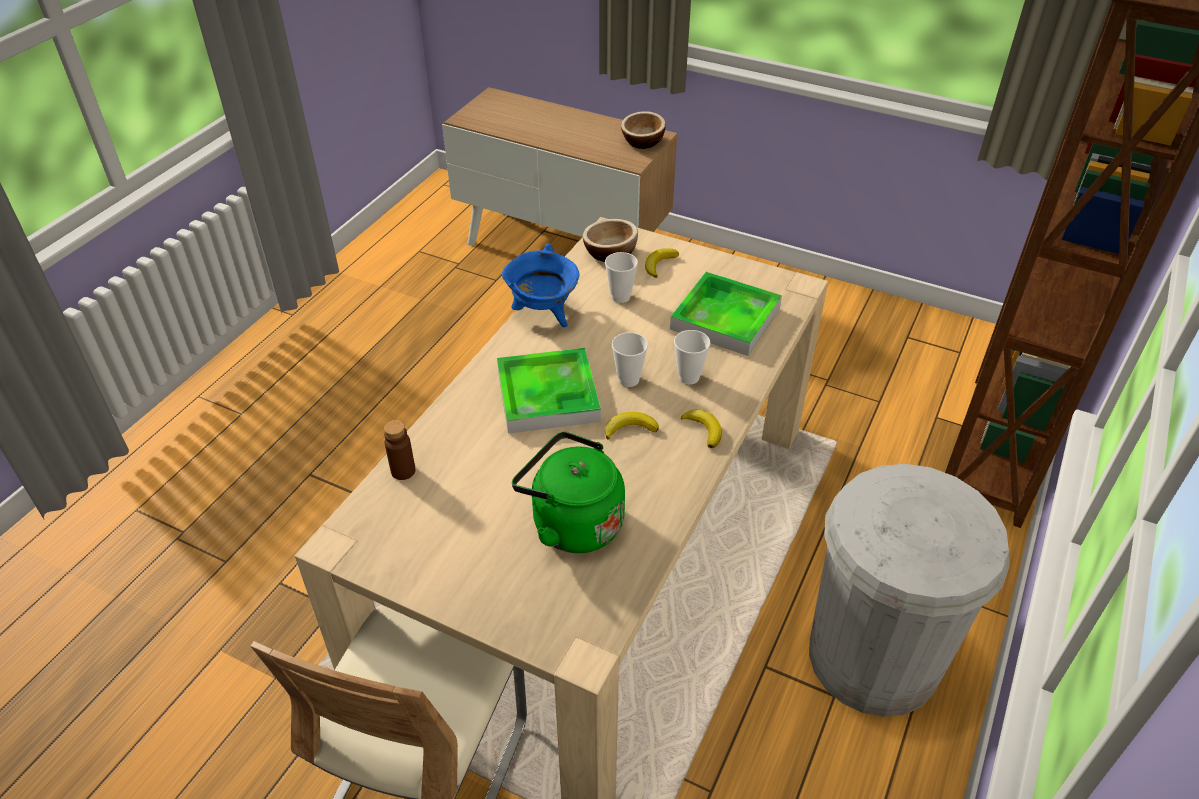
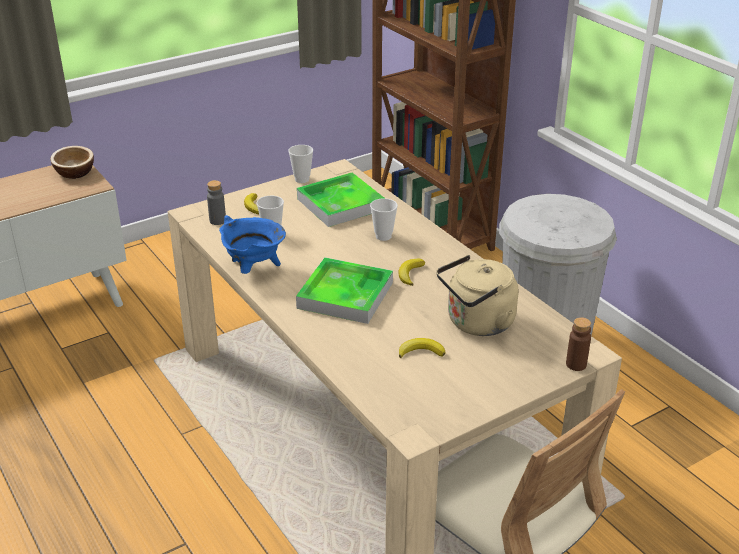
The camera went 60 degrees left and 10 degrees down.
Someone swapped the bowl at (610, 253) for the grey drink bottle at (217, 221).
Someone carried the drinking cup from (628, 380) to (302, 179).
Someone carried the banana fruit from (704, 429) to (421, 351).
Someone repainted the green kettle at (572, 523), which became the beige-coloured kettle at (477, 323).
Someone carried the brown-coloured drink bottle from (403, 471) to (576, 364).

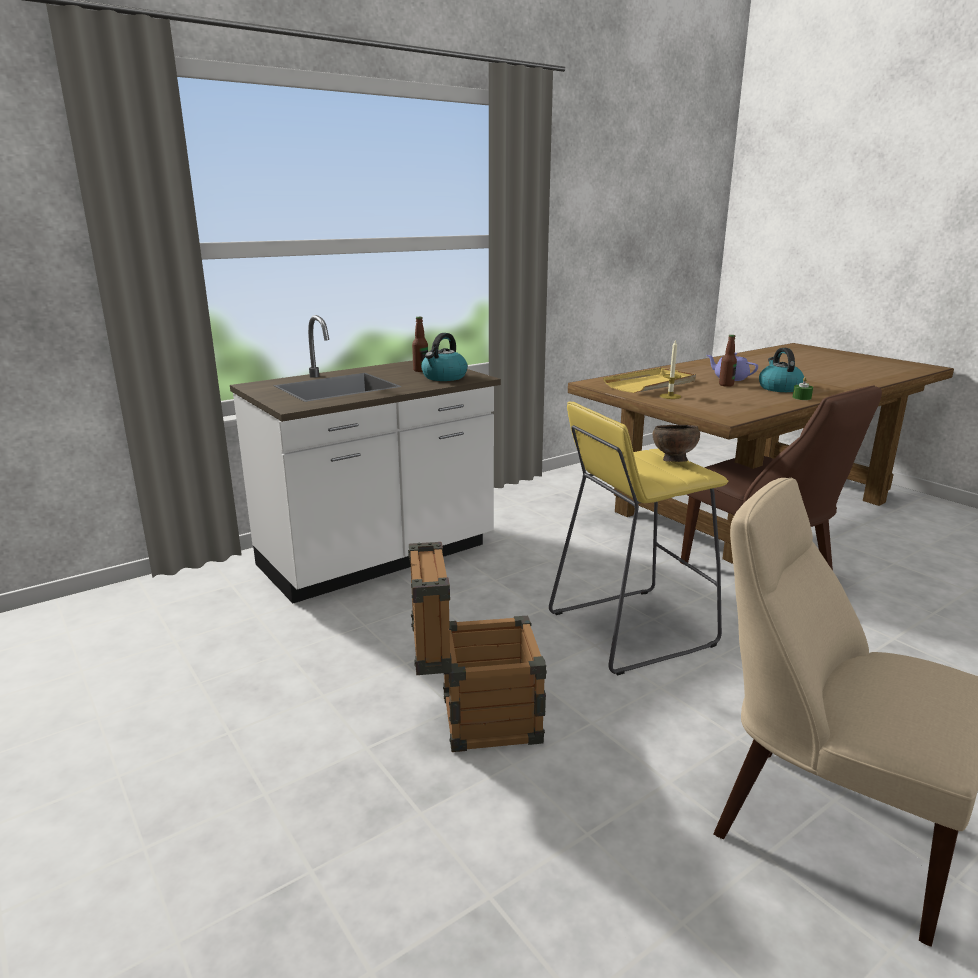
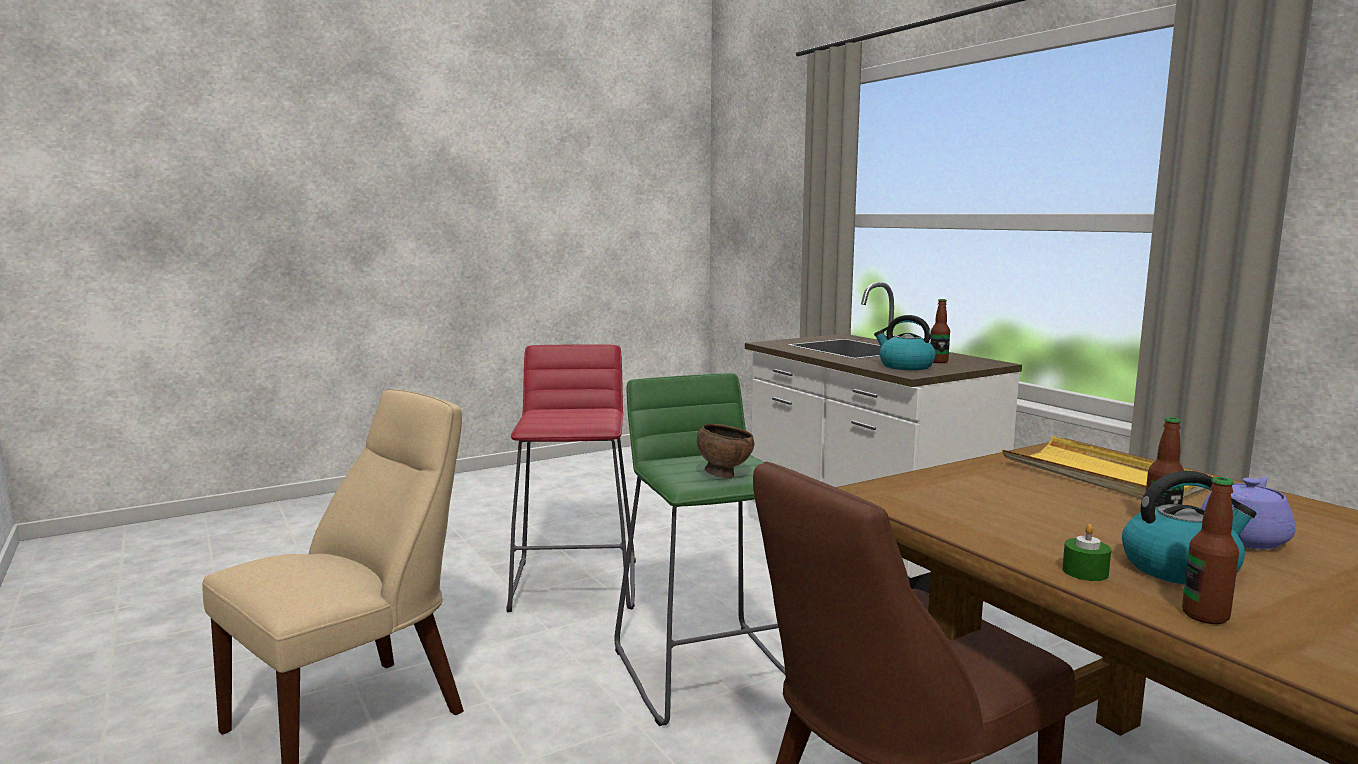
The camera went 95 degrees right and 10 degrees down.
Someone swapped the shipping crate at (475, 719) for the reddish stool at (575, 583).
Someone repainted the yellow-coloured stool at (630, 629), which became the green stool at (707, 671).
Someone put down the drink bottle at (1205, 615).
Someone took away the wax light at (670, 396).

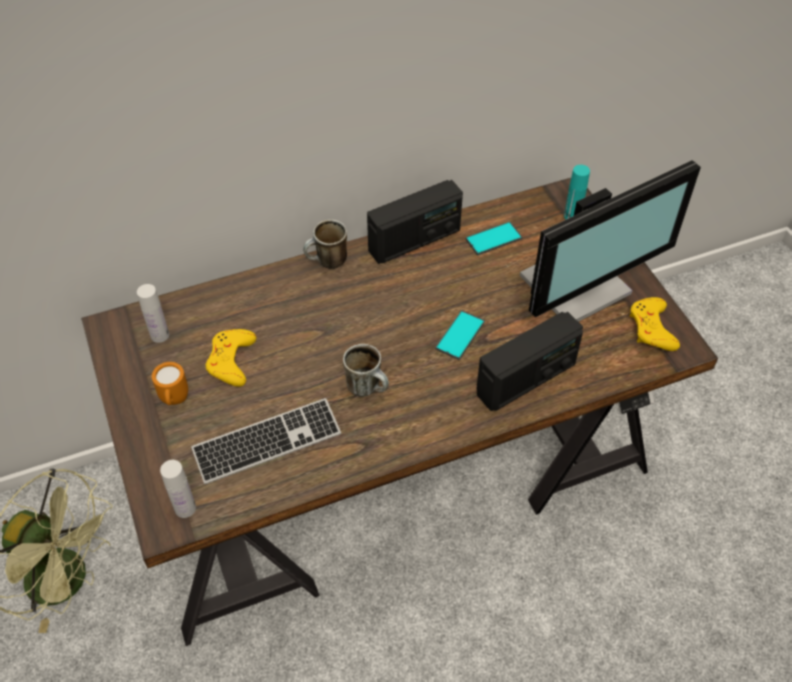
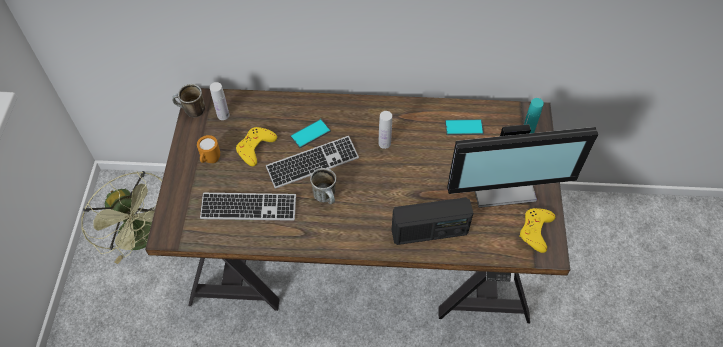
The camera went 25 degrees right and 5 degrees up.
Someone carried the coffee mug from (327, 263) to (191, 112).
Someone put down the computer keyboard at (312, 163).
Someone carried the telephone from (460, 335) to (310, 133).
Someone carried the white drink bottle from (185, 508) to (384, 143).
Someone took away the radio at (414, 240).

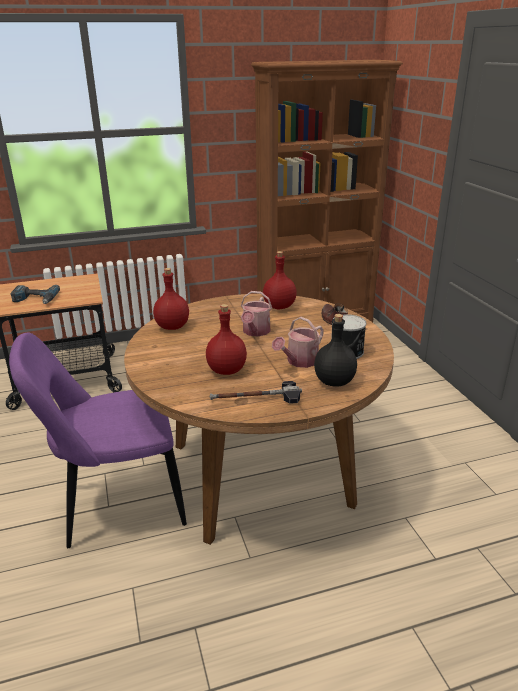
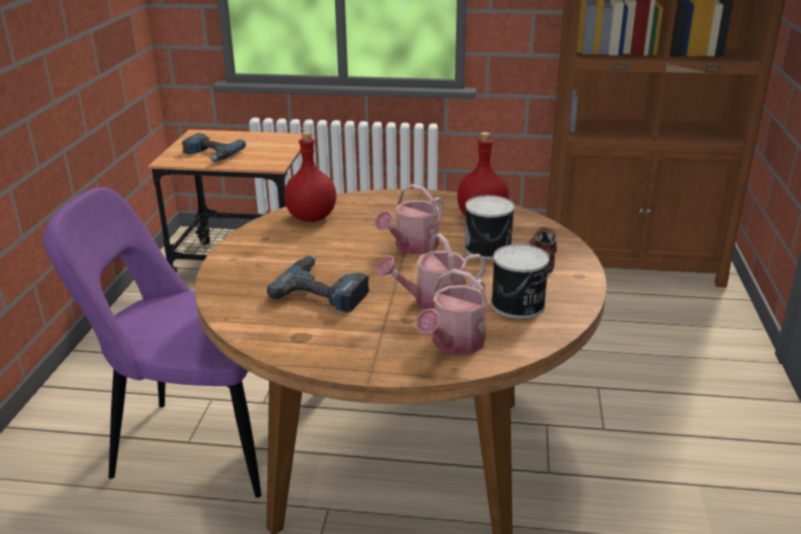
The camera went 25 degrees right and 0 degrees up.
Someone swapped the reddish drink bottle at (227, 370) for the drill at (324, 291).
Someone swapped the black drink bottle at (334, 382) for the sprinkling can at (454, 344).
Someone put down the metal can at (489, 248).
Someone took away the tool hammer at (256, 398).

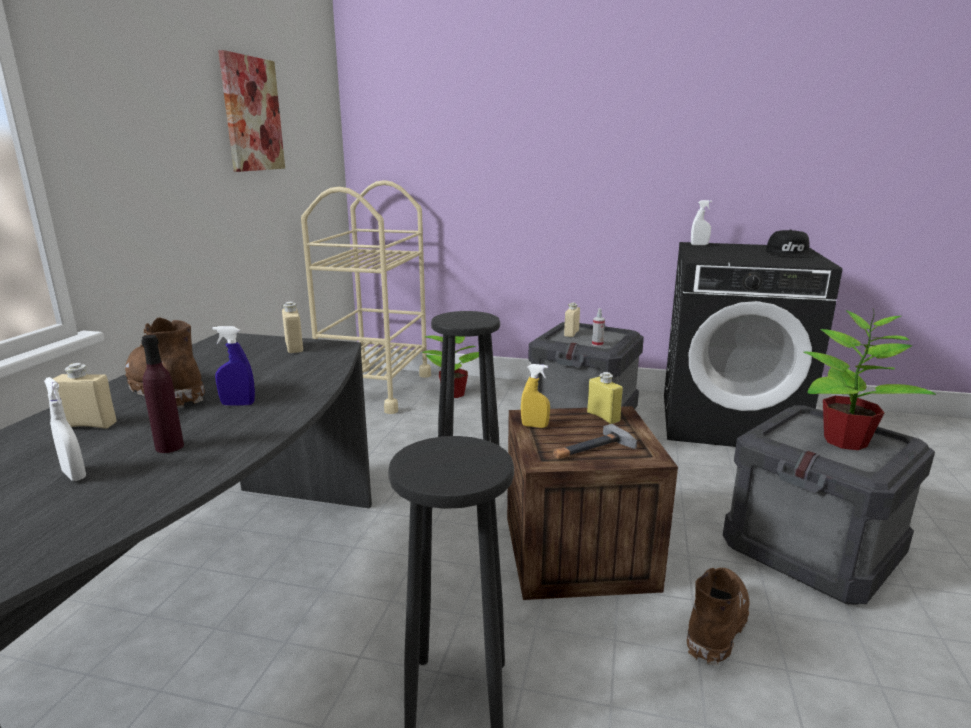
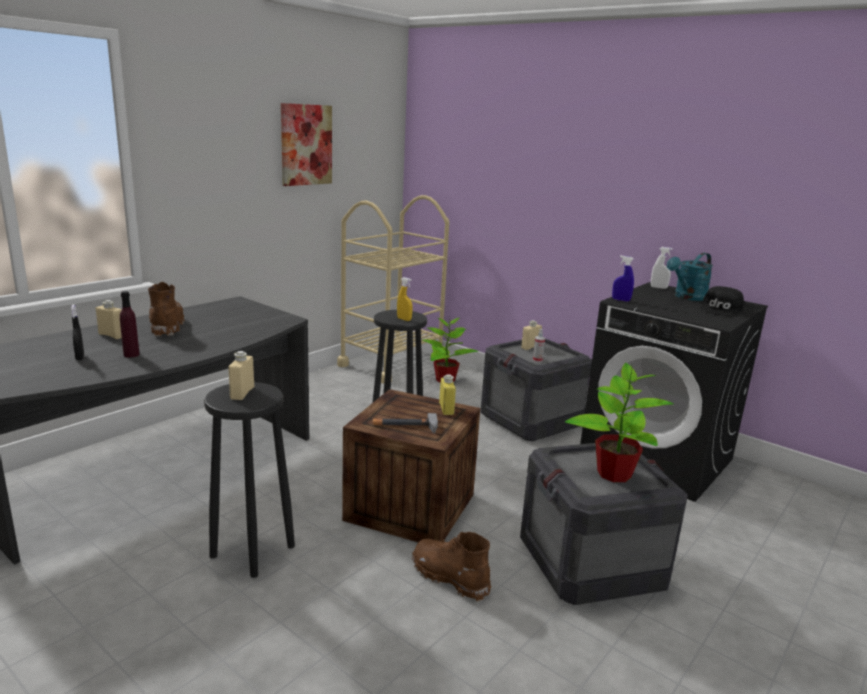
The camera went 25 degrees right and 0 degrees up.
Someone repainted the white hand sprayer at (74, 475), which became the black hand sprayer at (80, 357).
Someone carried the beige-coloured drink bottle from (294, 347) to (242, 393).
Someone carried the yellow-coloured hand sprayer from (534, 426) to (404, 319).
Someone rotated the brown-coloured boot at (715, 625) by 105 degrees counterclockwise.
Someone carried the blue hand sprayer from (238, 404) to (621, 300).
Someone put down the blue-green sprinkling can at (687, 297).

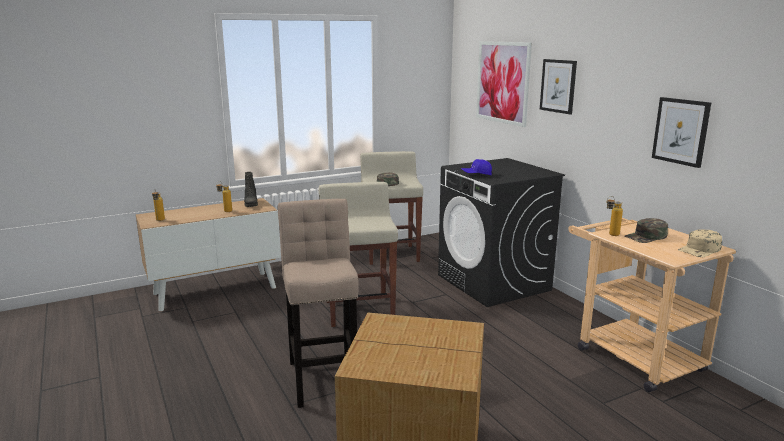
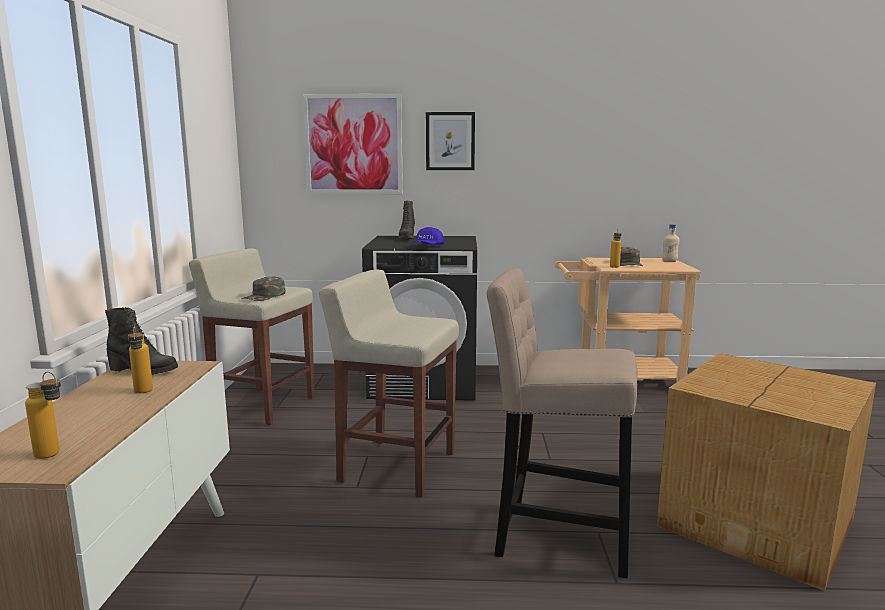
The camera went 60 degrees left and 5 degrees down.
Someone put down the black boot at (407, 238).
Someone swapped the beige-coloured peaked cap at (700, 250) for the beige-coloured drink bottle at (669, 261).
Someone took away the wall art at (680, 131).

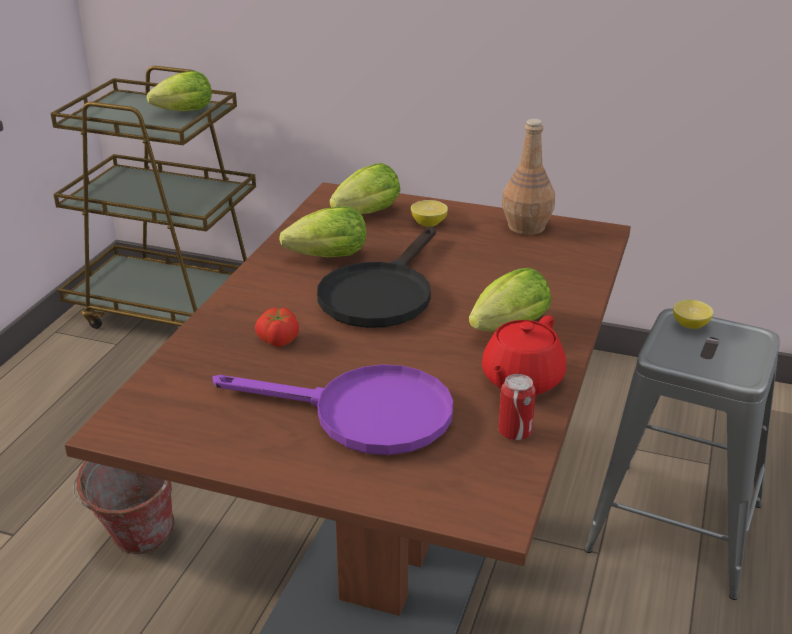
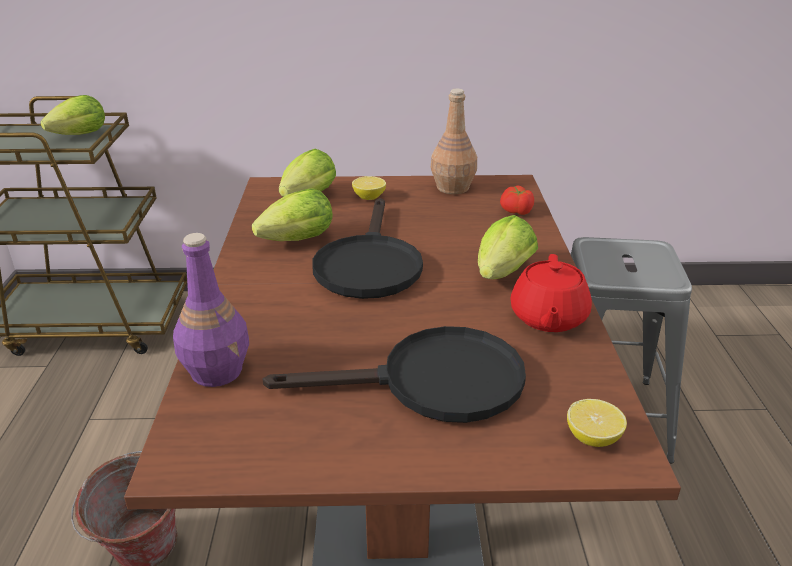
The camera went 20 degrees left and 0 degrees up.
Someone put down the purplish drink bottle at (217, 371).
Someone repainted the purplish pan at (363, 415), which became the black pan at (432, 383).
Someone carried the whole tomato from (277, 340) to (516, 211).
Someone carried the lemon from (690, 325) to (592, 438).
Someone took away the metal can at (515, 432).

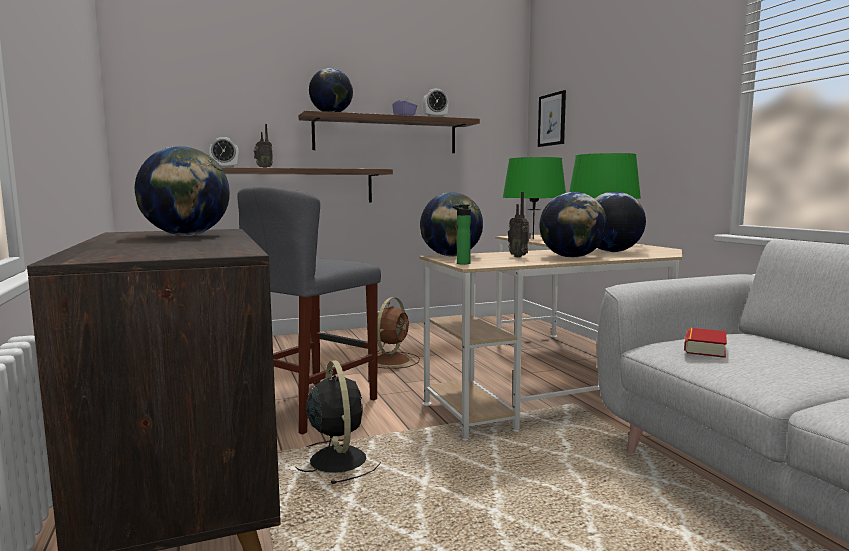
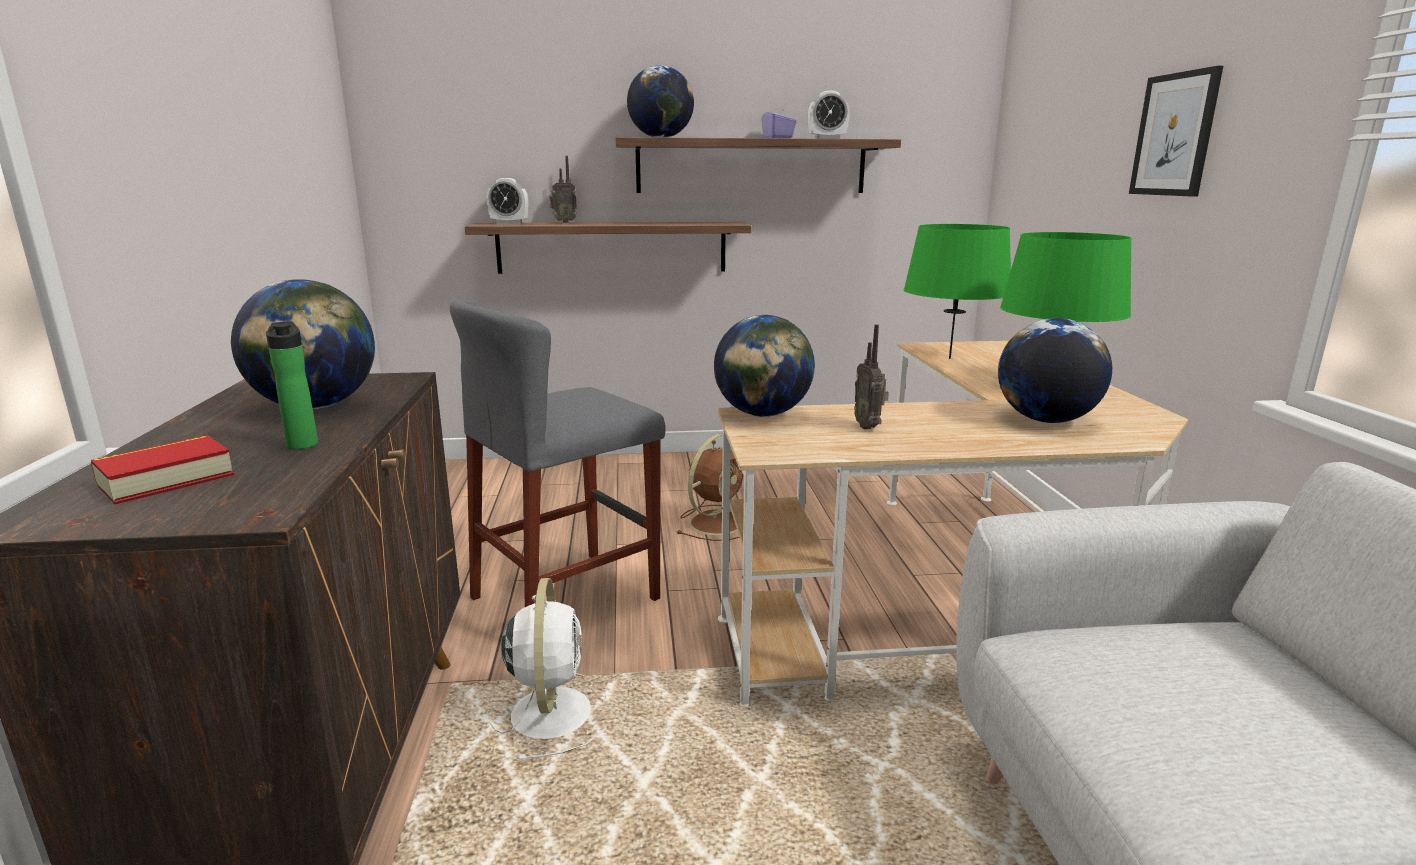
The camera went 15 degrees right and 10 degrees up.
Someone carried the bound book from (704, 348) to (166, 479).
Someone carried the drink bottle from (461, 263) to (302, 443).
Someone repainted the black fan at (337, 459), which became the white fan at (551, 711).
Someone carried the wall art from (552, 119) to (1174, 135).
Someone took away the world globe at (571, 257).

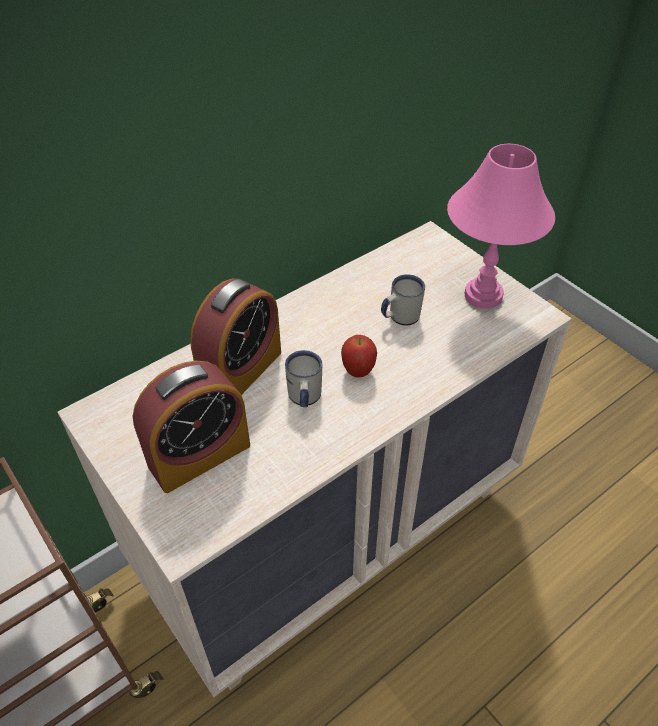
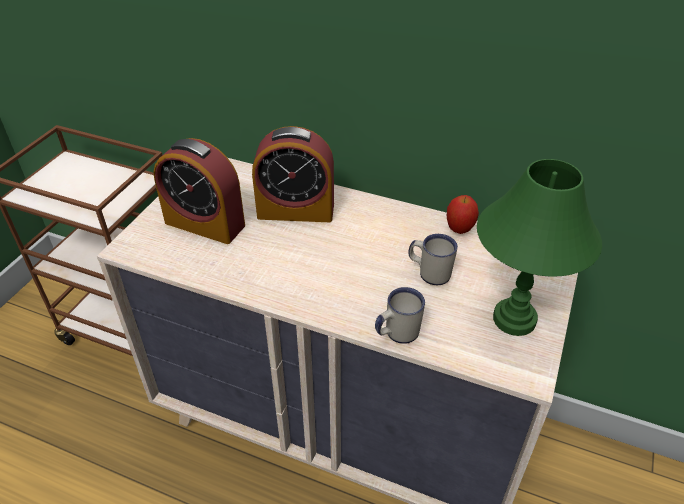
The camera went 60 degrees right and 5 degrees down.
Someone carried the white coffee mug from (304, 399) to (396, 333).
Someone carried the apple fruit from (358, 371) to (459, 230).
Someone repainted the pinkish tabletop lamp at (483, 296), which became the green tabletop lamp at (513, 319).

